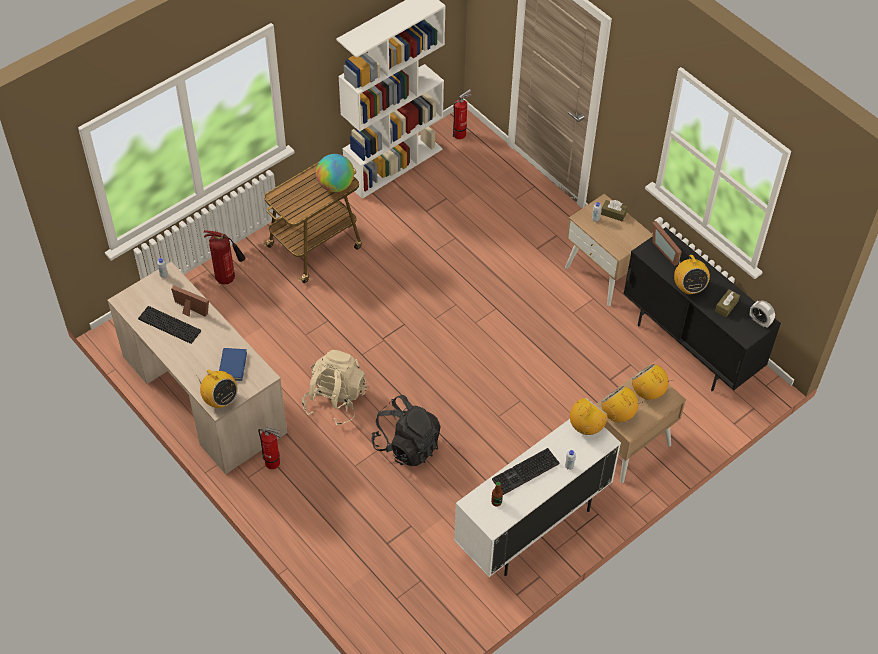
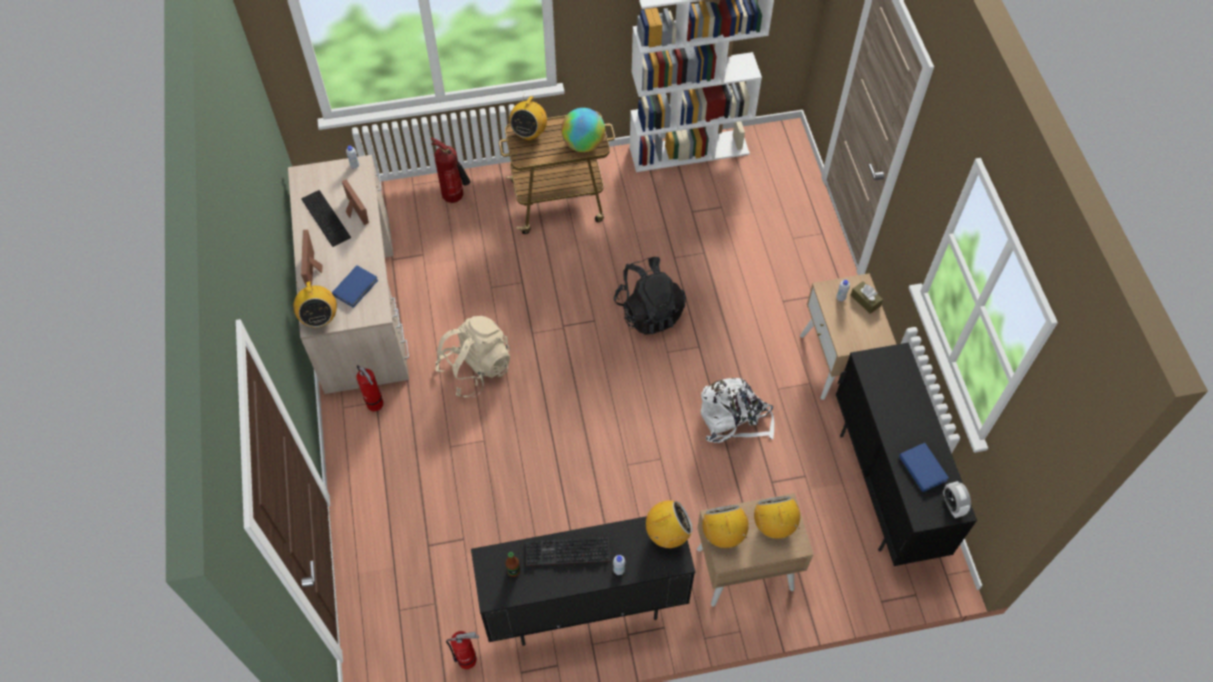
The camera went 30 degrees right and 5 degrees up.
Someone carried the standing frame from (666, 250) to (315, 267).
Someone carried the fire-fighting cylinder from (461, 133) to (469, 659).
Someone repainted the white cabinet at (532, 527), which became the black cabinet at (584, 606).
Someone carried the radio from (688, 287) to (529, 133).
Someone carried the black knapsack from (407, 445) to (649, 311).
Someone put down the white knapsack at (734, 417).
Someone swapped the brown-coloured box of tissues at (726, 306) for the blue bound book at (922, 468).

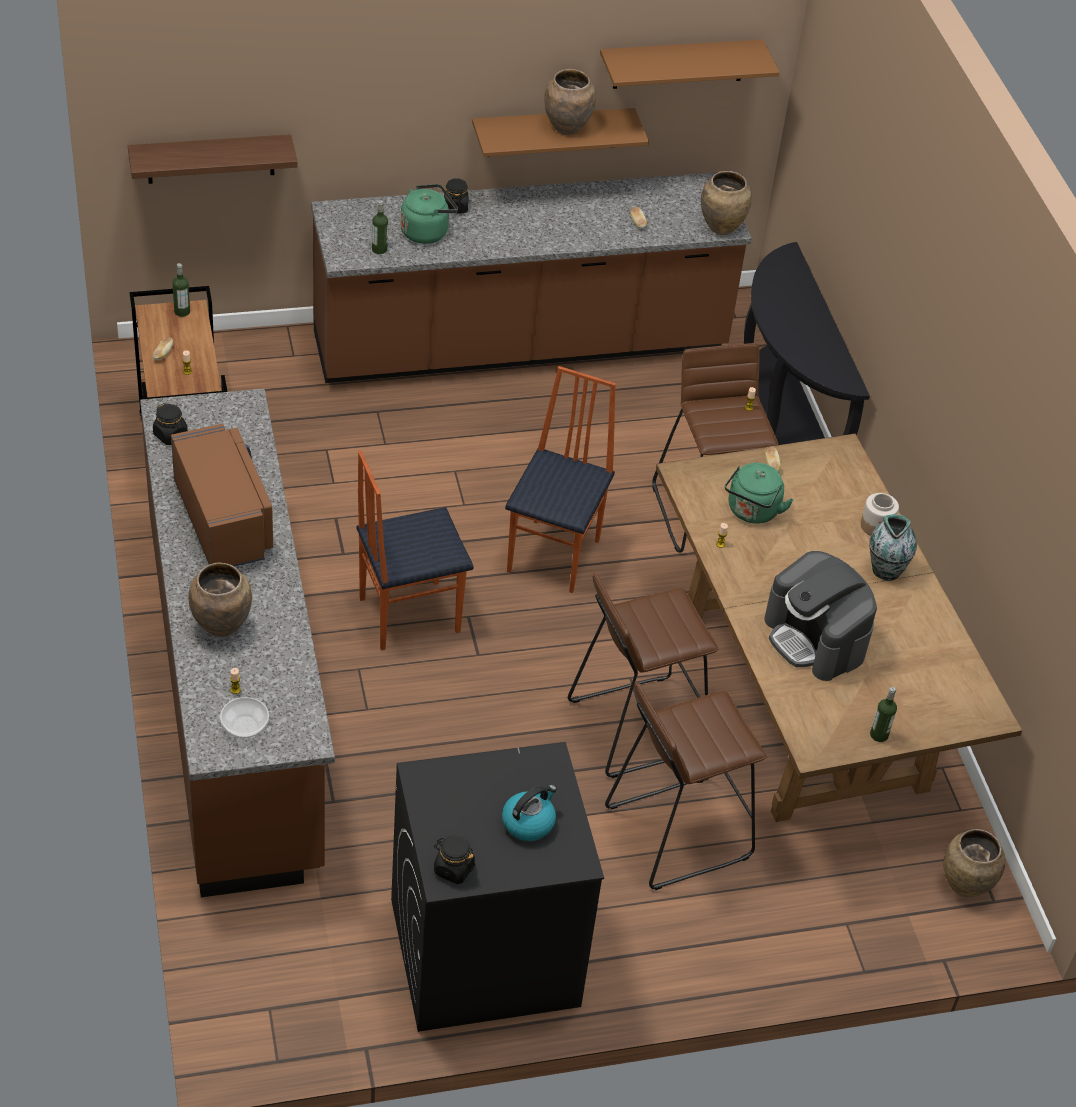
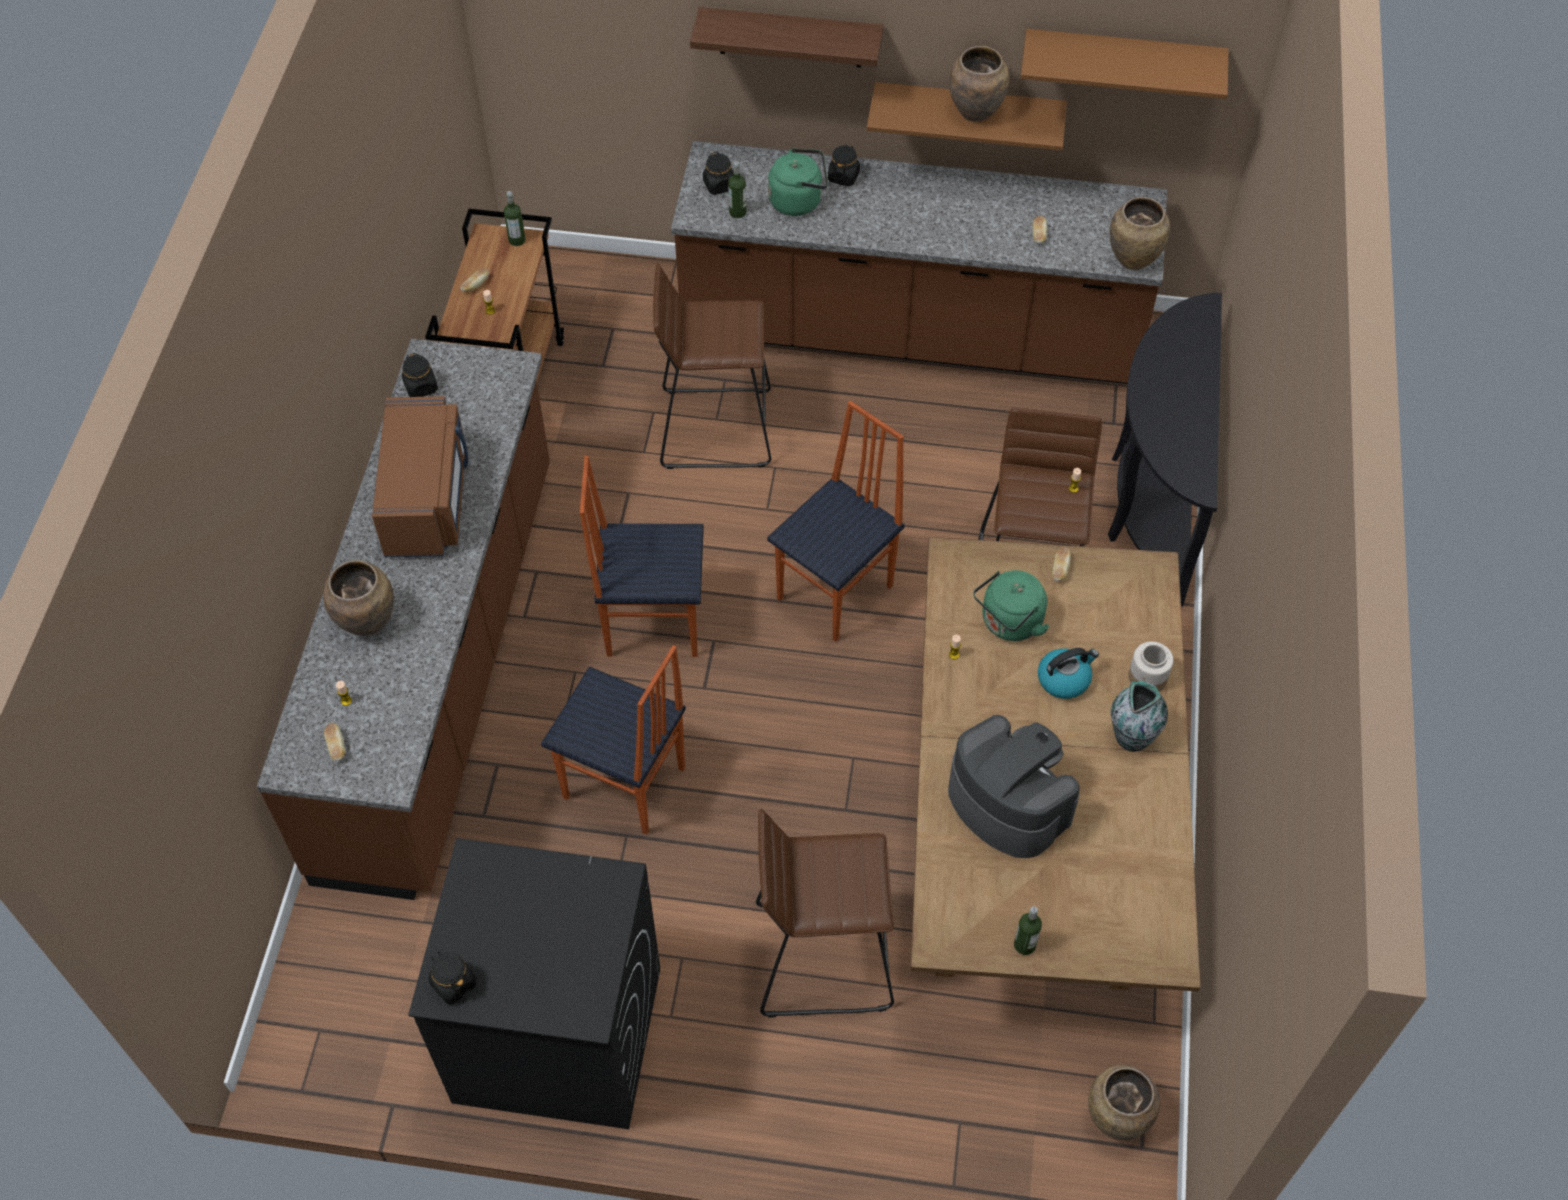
The camera went 25 degrees right and 10 degrees up.
Someone swapped the bowl at (245, 726) for the bakery bread at (336, 746).
Someone put down the chair at (624, 785).
Someone carried the brown-coloured stool from (635, 726) to (714, 427).
Someone carried the bracket shelf from (210, 159) to (790, 37).
Someone put down the black preserve jar at (719, 185).
Someone rotated the coffee machine at (815, 639) by 150 degrees clockwise.
Someone carried the kettle from (528, 822) to (1064, 679).

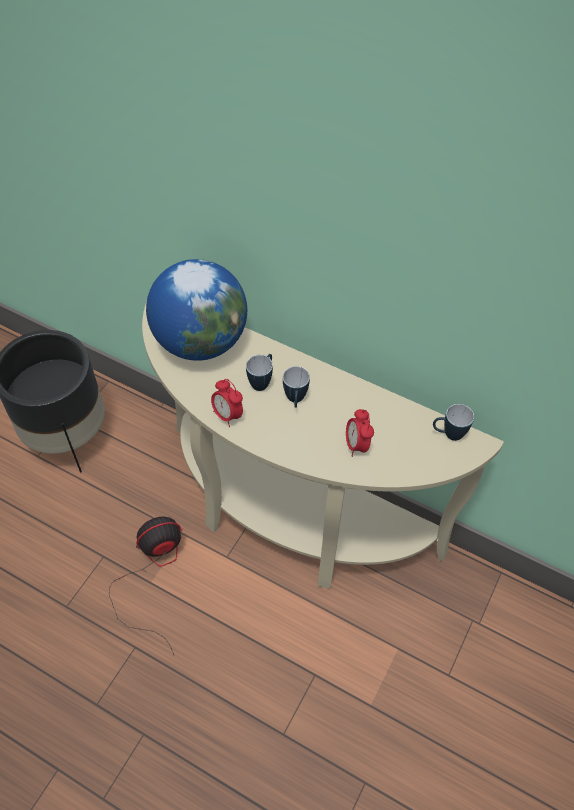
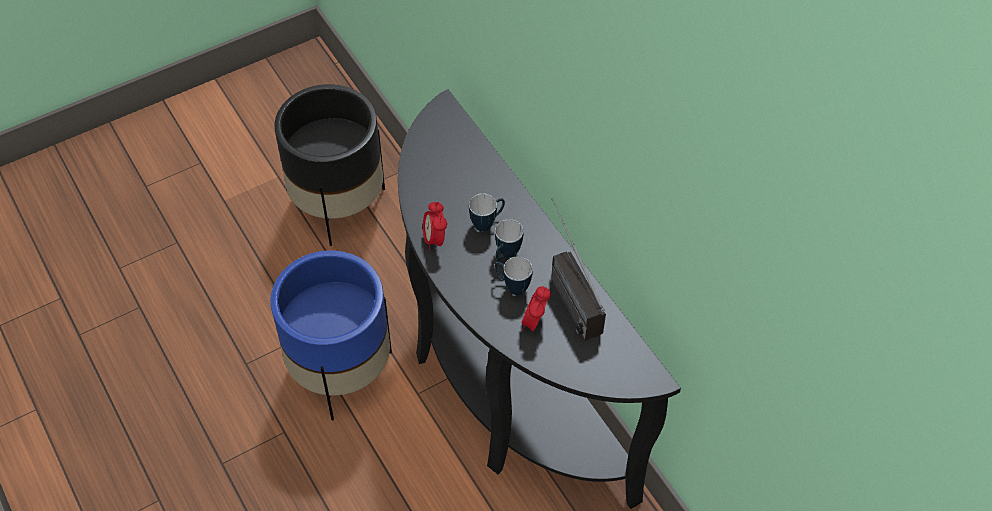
The camera went 30 degrees right and 0 degrees up.
Someone swapped the fan at (153, 571) for the blue planter at (341, 372).
Someone repainted the beige-coloured hall table at (288, 517), which became the black hall table at (501, 386).
Someone carried the coffee mug from (448, 434) to (512, 286).
Someone put down the radio at (565, 290).
Someone took away the world globe at (201, 341).

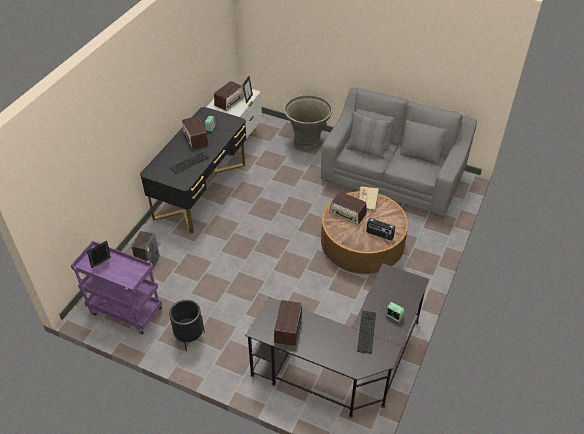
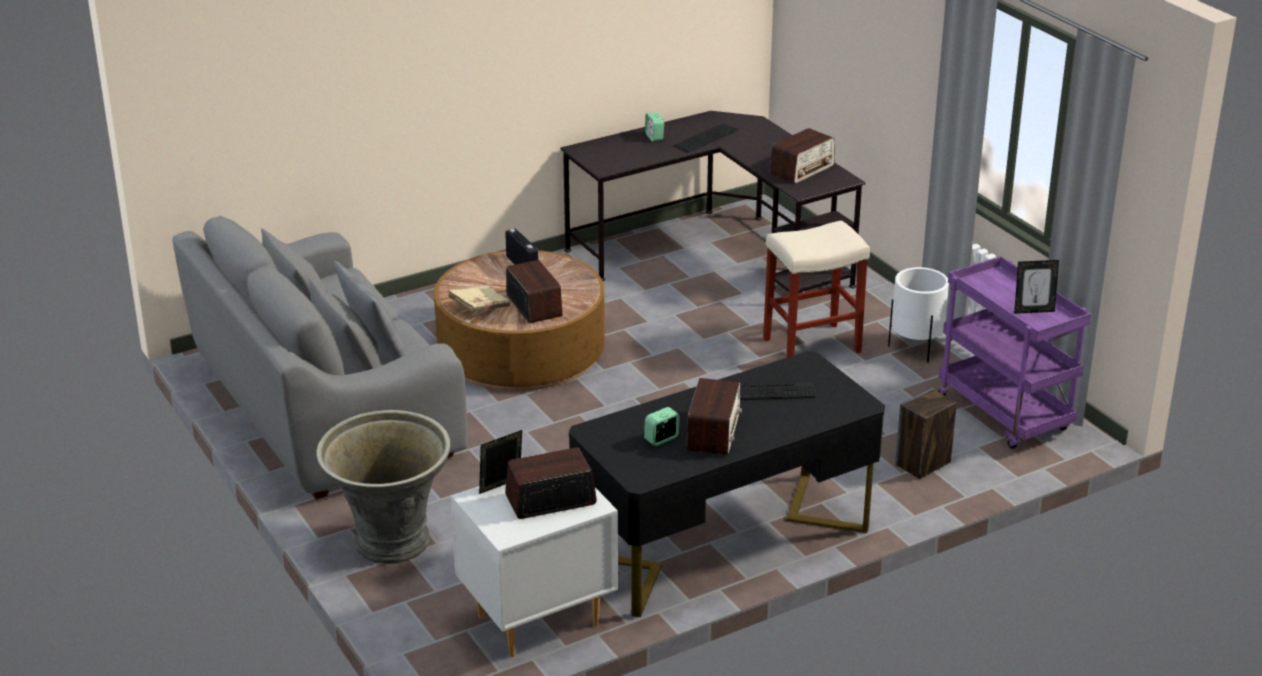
The camera went 145 degrees left and 15 degrees down.
Someone put down the beige-coloured stool at (811, 346).
Someone repainted the black planter at (190, 338), which became the white planter at (915, 349).

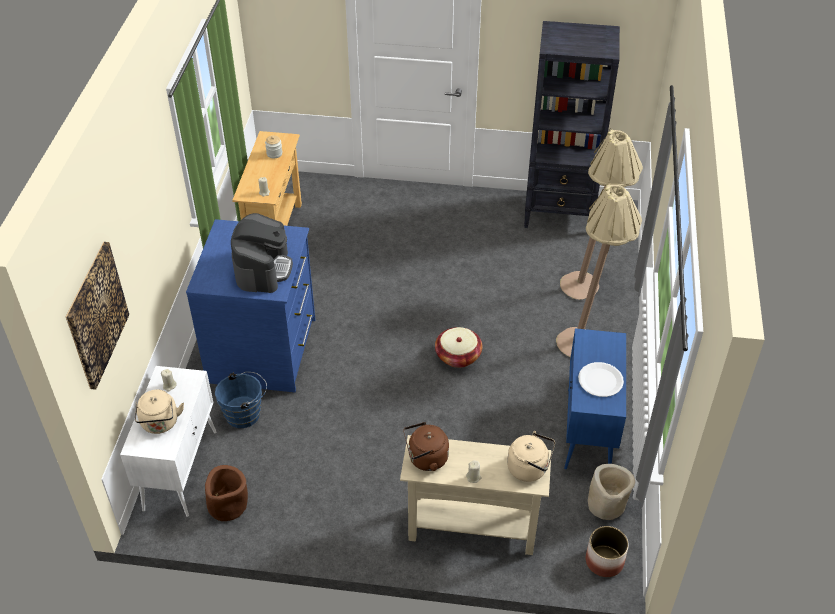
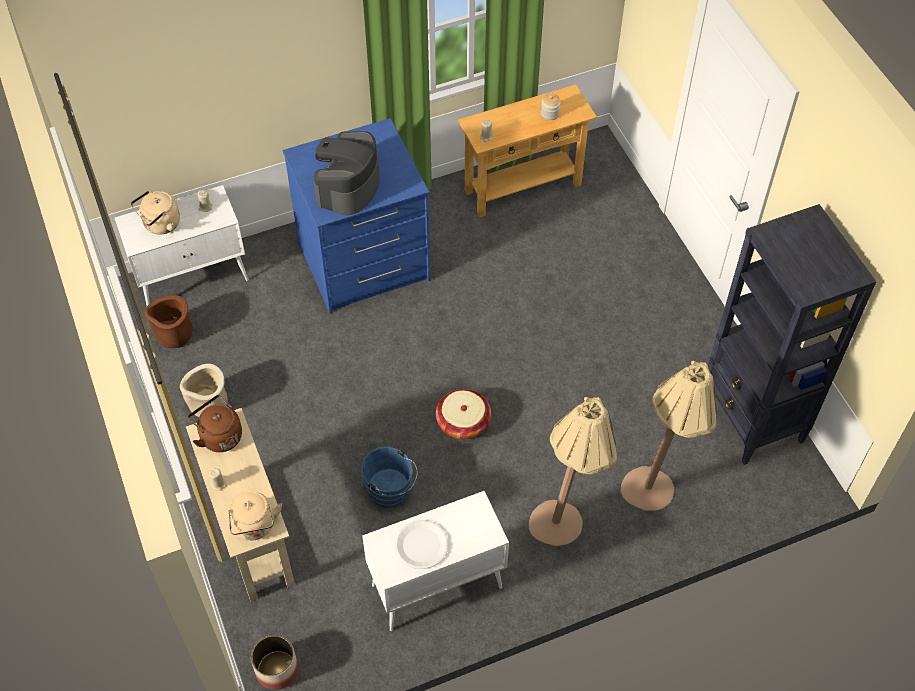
The camera went 60 degrees right and 10 degrees up.
Someone carried the beige-coloured planter from (607, 505) to (209, 404).
Someone rotated the coffee machine at (263, 268) by 135 degrees clockwise.
Someone carried the blue water bucket from (246, 414) to (391, 493).
Someone repainted the blue cabinet at (588, 431), which became the white cabinet at (435, 587).
Someone took away the wall art at (96, 315).

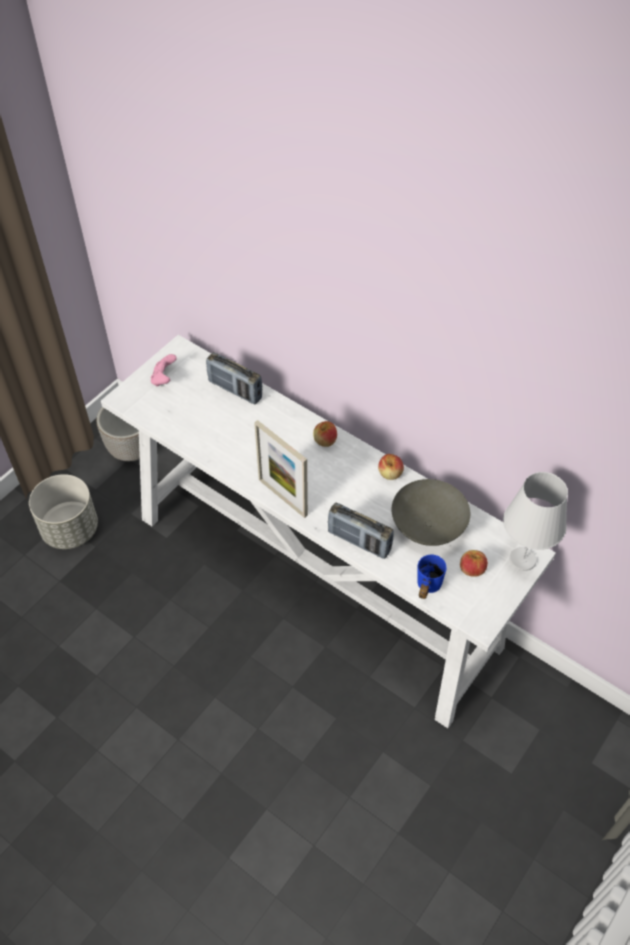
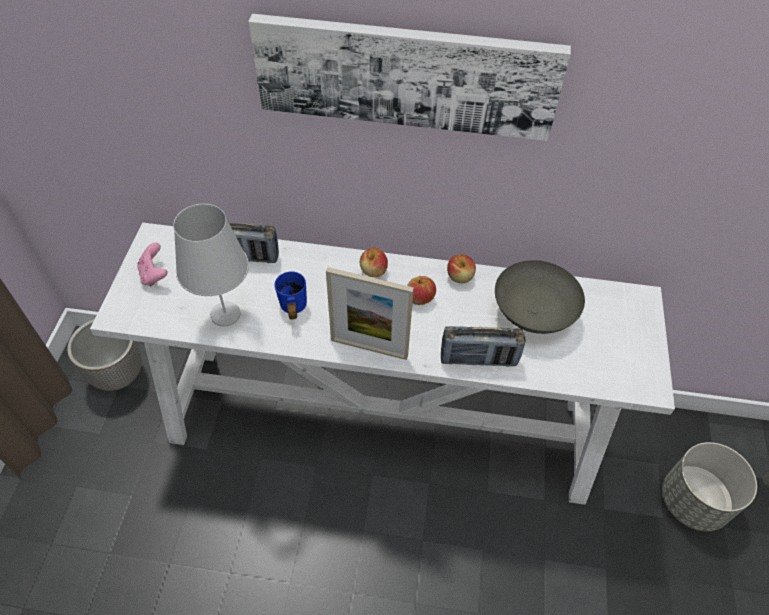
The camera went 30 degrees left and 0 degrees up.
Someone carried the white tabletop lamp from (522, 559) to (225, 315).
Someone put up the wall art at (406, 75).
Someone carried the blue coffee mug from (424, 587) to (290, 310).
Someone carried the apple fruit from (471, 569) to (420, 298).
Someone carried the grey planter from (70, 529) to (692, 501).

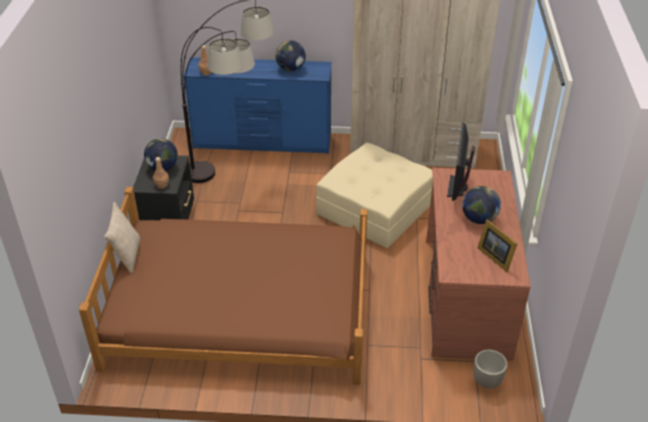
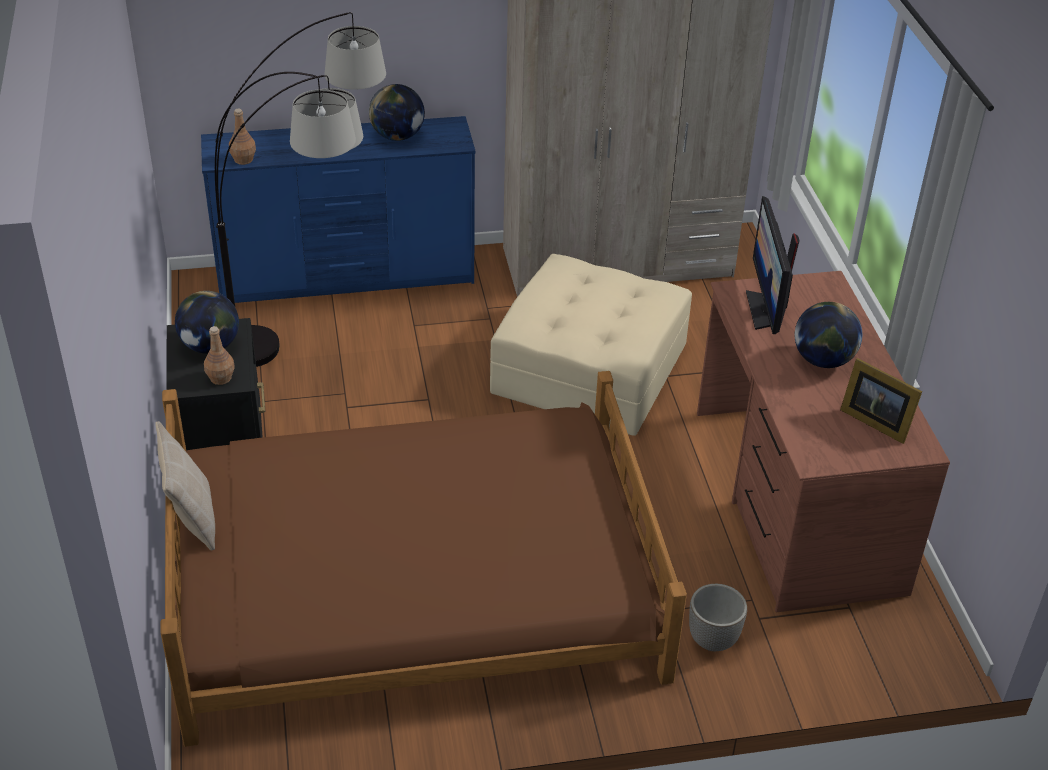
The camera went 15 degrees left and 0 degrees up.
Someone carried the planter from (486, 381) to (712, 640).

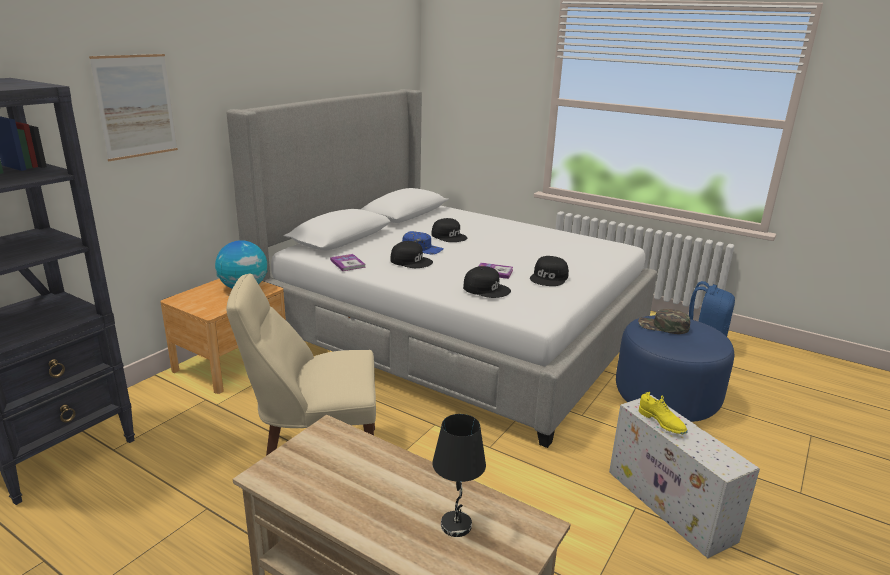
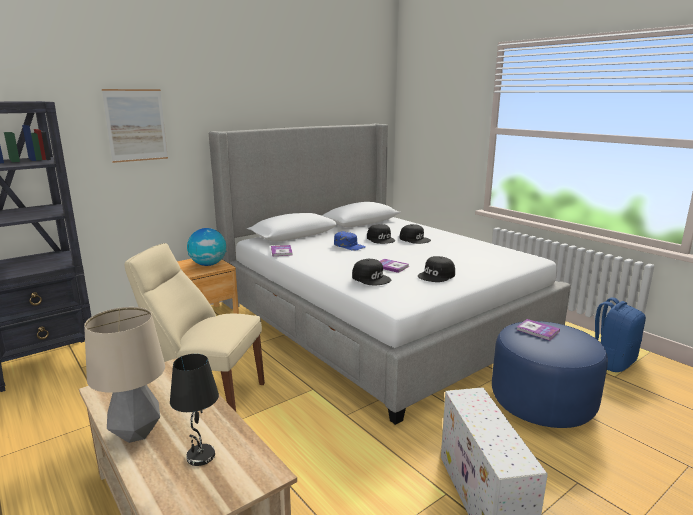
The camera went 20 degrees right and 5 degrees down.
Someone put down the tabletop lamp at (136, 433).
Someone carried the black peaked cap from (411, 261) to (415, 239).
Someone swapped the green peaked cap at (663, 326) for the bound book at (537, 330).
Someone took away the yellow-coloured item of footwear at (661, 423).

